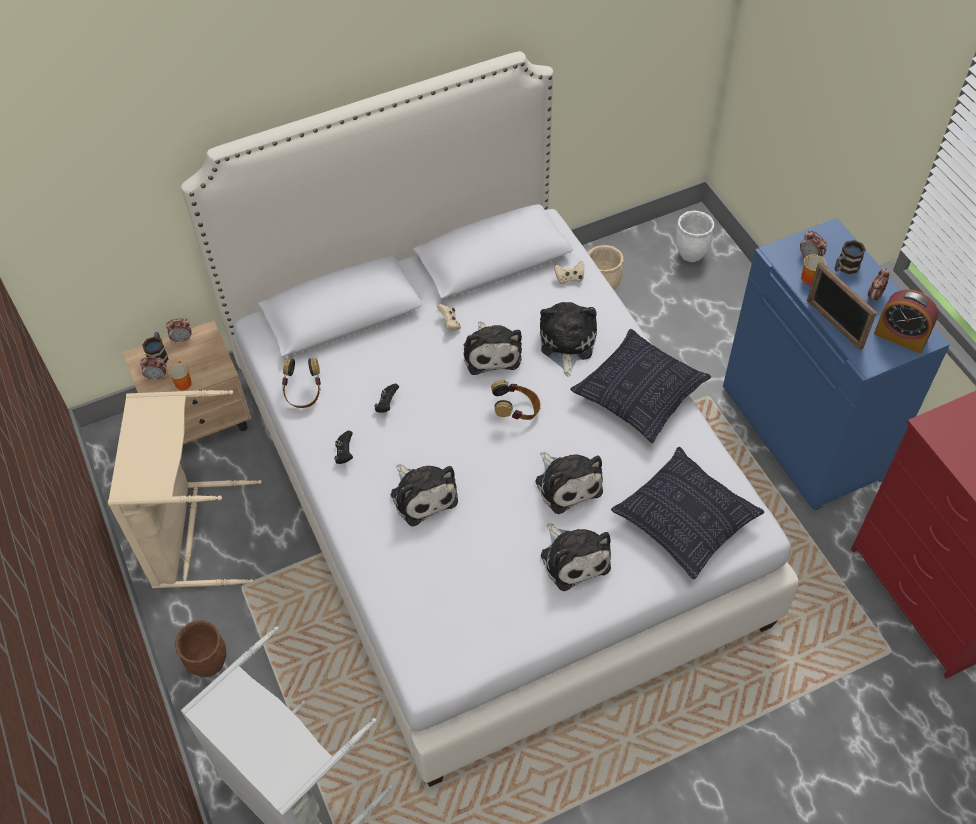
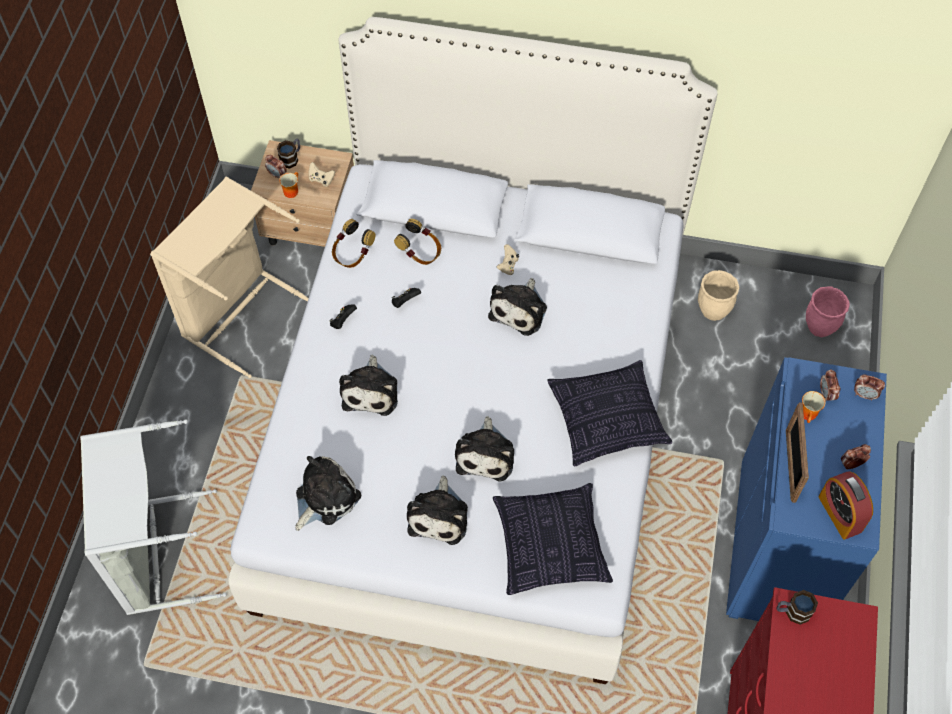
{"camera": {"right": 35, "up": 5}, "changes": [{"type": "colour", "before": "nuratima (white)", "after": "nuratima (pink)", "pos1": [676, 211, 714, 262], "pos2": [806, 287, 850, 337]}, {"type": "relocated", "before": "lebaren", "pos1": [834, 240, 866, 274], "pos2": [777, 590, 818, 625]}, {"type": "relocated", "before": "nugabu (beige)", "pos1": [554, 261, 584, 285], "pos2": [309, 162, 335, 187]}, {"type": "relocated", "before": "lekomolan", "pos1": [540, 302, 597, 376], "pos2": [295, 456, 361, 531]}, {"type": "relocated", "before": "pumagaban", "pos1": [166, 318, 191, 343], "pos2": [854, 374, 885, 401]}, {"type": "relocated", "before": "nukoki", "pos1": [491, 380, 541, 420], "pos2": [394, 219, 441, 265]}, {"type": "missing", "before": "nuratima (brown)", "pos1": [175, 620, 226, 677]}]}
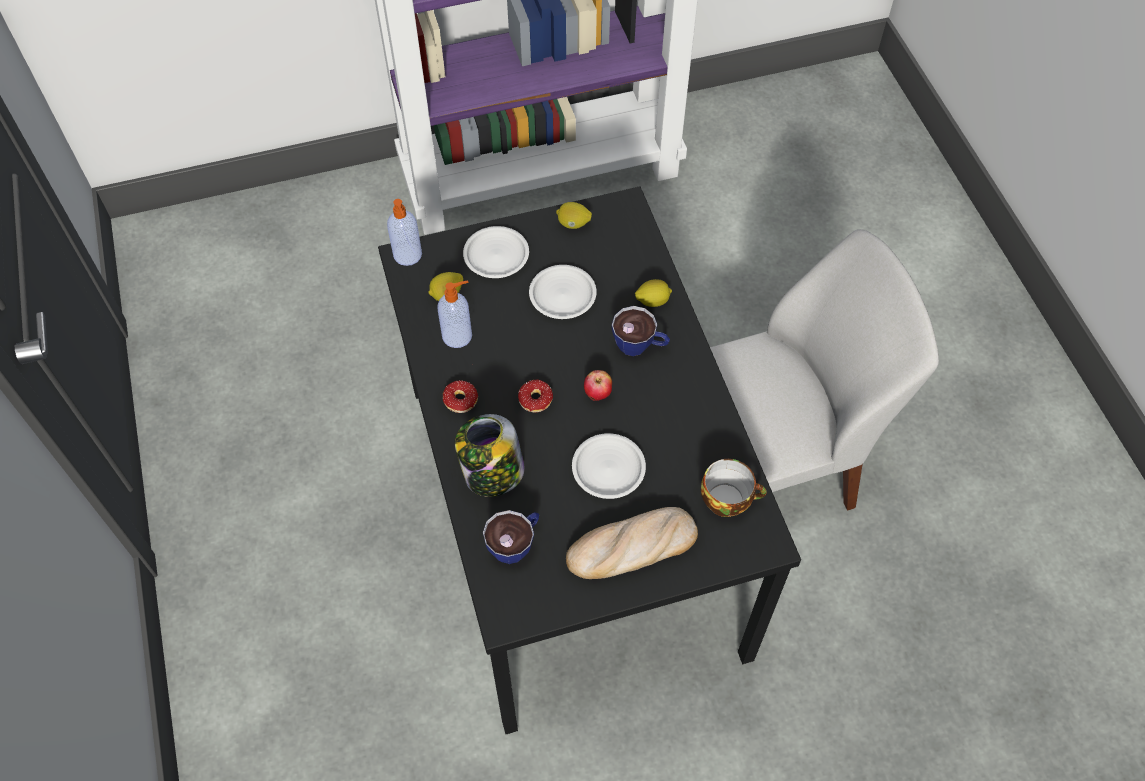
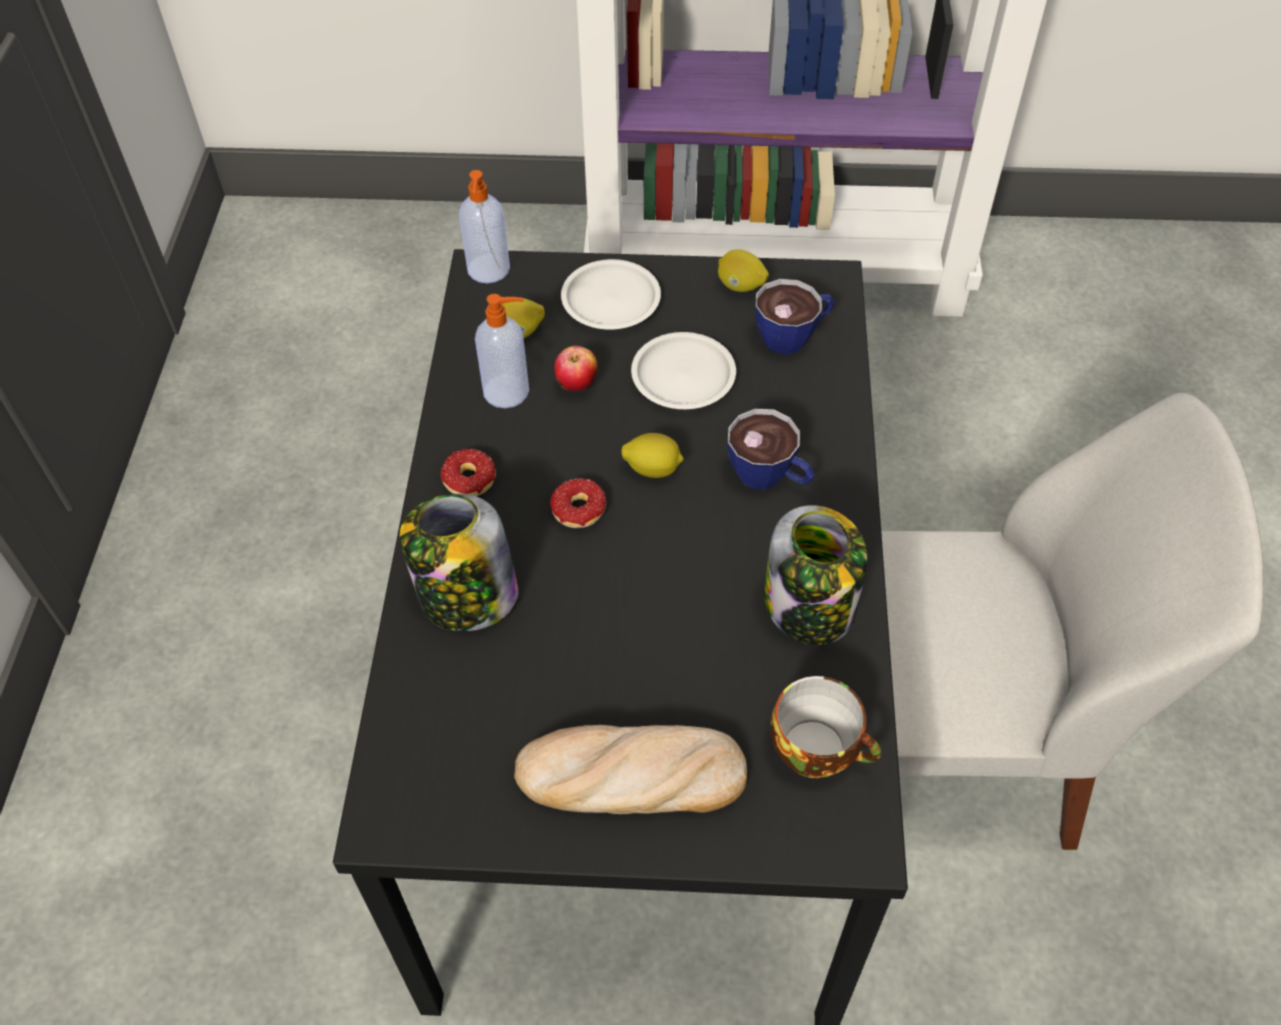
{"camera": {"right": 20, "up": -5}, "changes": [{"type": "relocated", "before": "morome", "pos1": [635, 279, 672, 307], "pos2": [622, 433, 684, 478]}, {"type": "relocated", "before": "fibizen", "pos1": [584, 370, 612, 401], "pos2": [554, 346, 598, 392]}, {"type": "missing", "before": "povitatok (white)", "pos1": [572, 433, 646, 499]}, {"type": "relocated", "before": "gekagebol", "pos1": [483, 510, 539, 564], "pos2": [755, 279, 835, 354]}, {"type": "appeared", "after": "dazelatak", "pos2": [764, 505, 868, 645]}]}
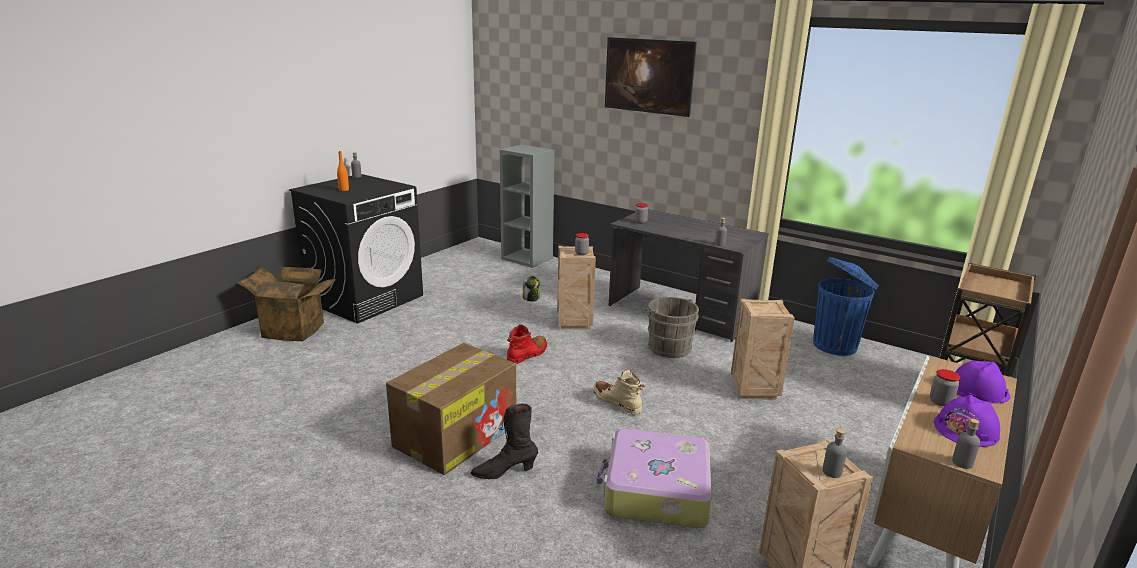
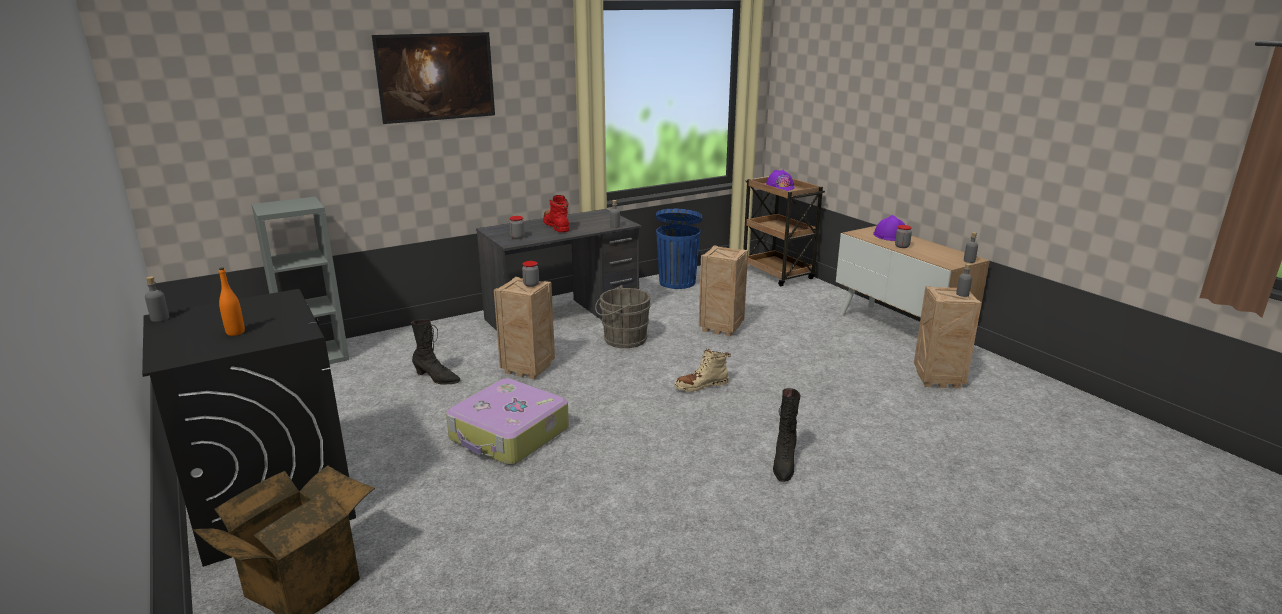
{"camera": {"right": -65, "up": 0}, "changes": [{"type": "exchanged", "before": "dazelatak", "after": "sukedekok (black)", "pos1": [523, 276, 540, 302], "pos2": [411, 319, 461, 385]}, {"type": "relocated", "before": "sukedekok (red)", "pos1": [507, 325, 547, 364], "pos2": [543, 195, 570, 232]}, {"type": "missing", "before": "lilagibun", "pos1": [386, 343, 516, 475]}, {"type": "relocated", "before": "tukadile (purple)", "pos1": [934, 394, 1000, 447], "pos2": [766, 170, 795, 191]}, {"type": "relocated", "before": "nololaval", "pos1": [596, 429, 711, 528], "pos2": [446, 378, 569, 465]}]}
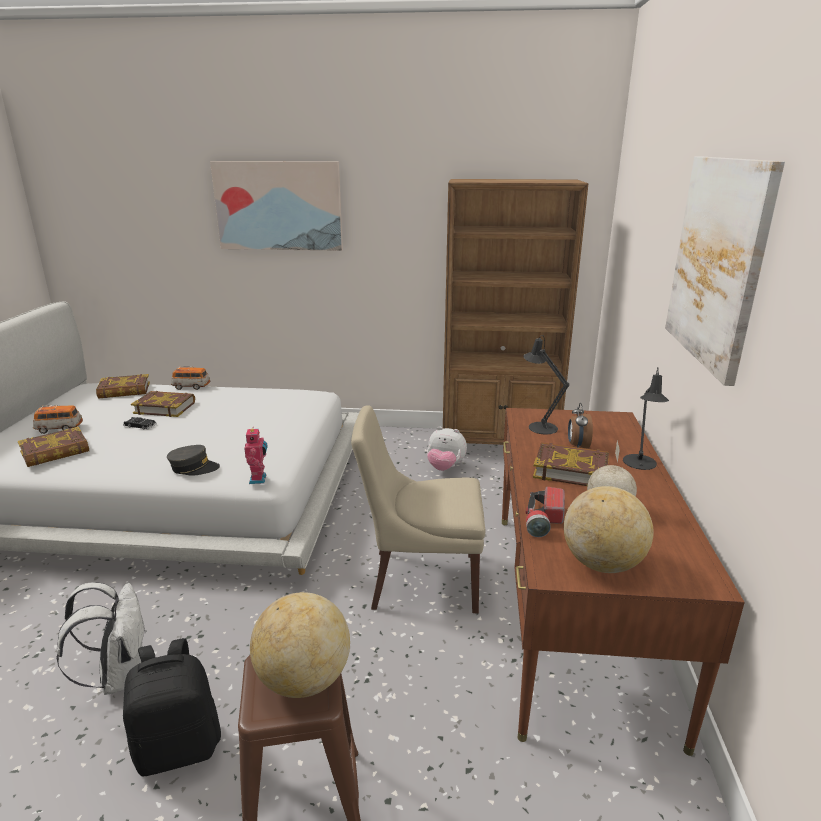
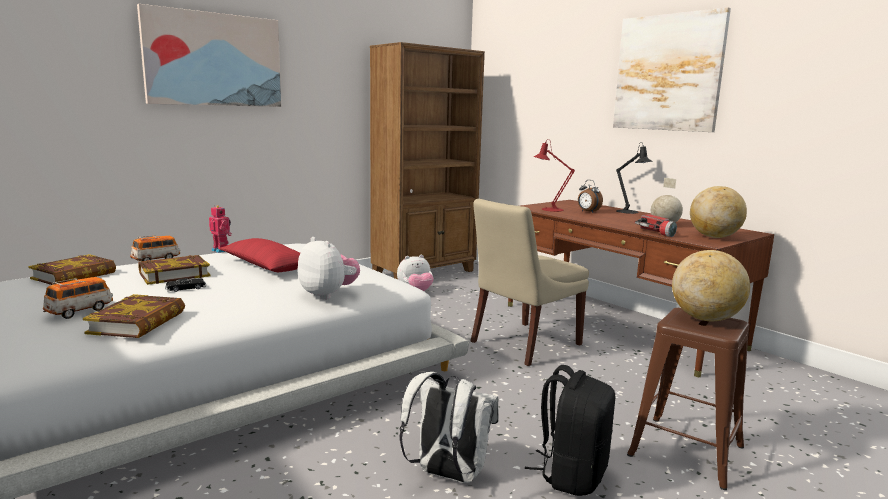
{"camera": {"right": -45, "up": -10}, "changes": [{"type": "colour", "before": "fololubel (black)", "after": "fololubel (red)", "pos1": [524, 335, 569, 434], "pos2": [534, 139, 575, 212]}, {"type": "relocated", "before": "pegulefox", "pos1": [244, 429, 268, 484], "pos2": [209, 205, 232, 253]}, {"type": "missing", "before": "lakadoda", "pos1": [533, 442, 609, 486]}, {"type": "exchanged", "before": "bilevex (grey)", "after": "lekomolan", "pos1": [167, 445, 220, 475], "pos2": [298, 237, 360, 300]}, {"type": "appeared", "after": "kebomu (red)", "pos2": [219, 238, 300, 272]}]}
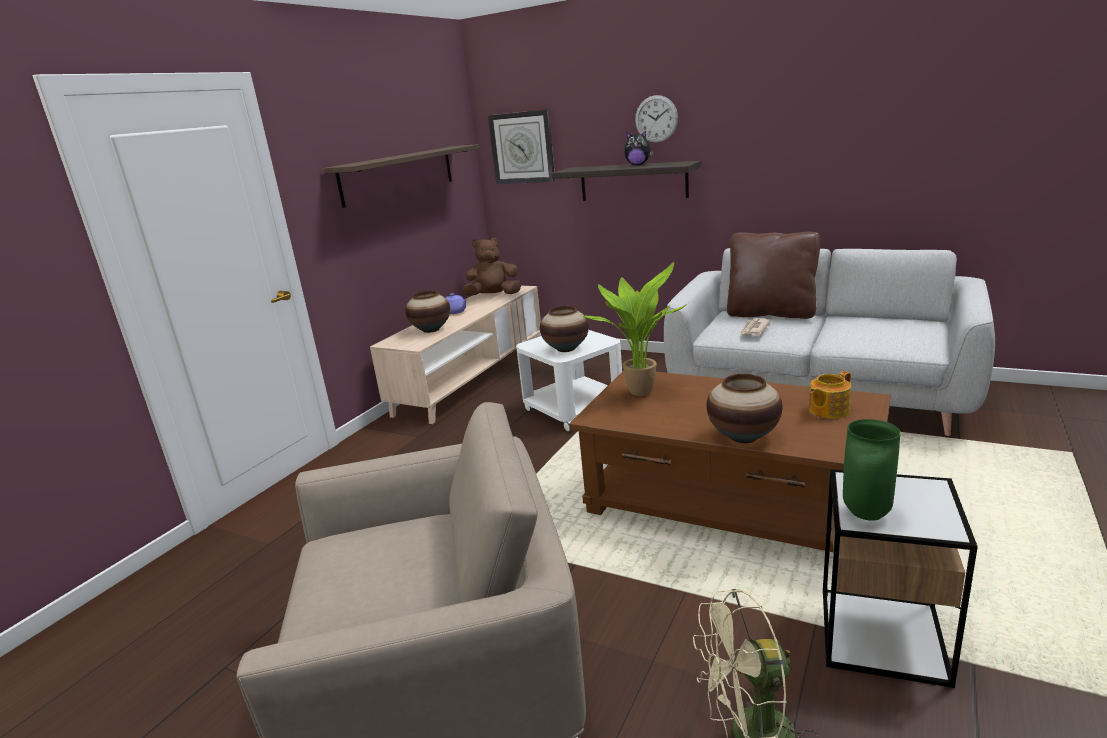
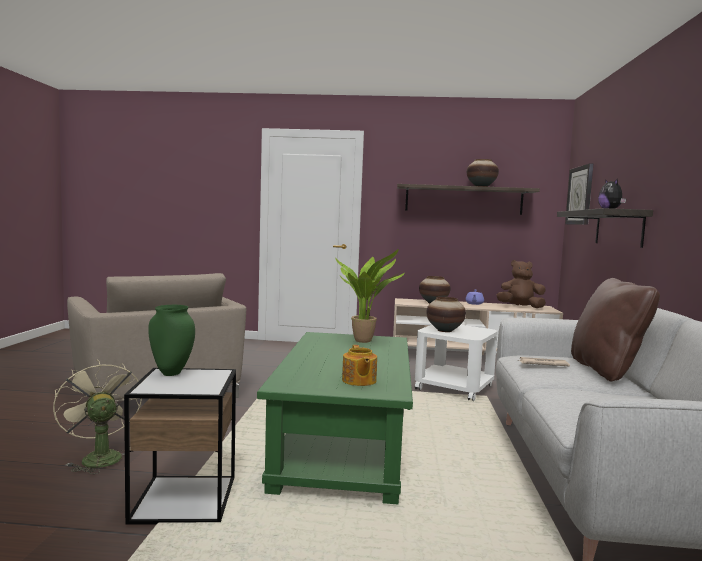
{"camera": {"right": 65, "up": -15}, "changes": [{"type": "missing", "before": "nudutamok", "pos1": [635, 95, 678, 143]}, {"type": "spun", "before": "lekomolan (brown)", "pos1": [462, 238, 521, 296], "pos2": [497, 260, 546, 308], "turn": -45}, {"type": "colour", "before": "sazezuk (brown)", "after": "sazezuk (green)", "pos1": [569, 370, 891, 552], "pos2": [257, 332, 413, 504]}, {"type": "spun", "before": "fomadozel", "pos1": [809, 371, 851, 419], "pos2": [342, 345, 377, 386], "turn": -135}, {"type": "relocated", "before": "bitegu", "pos1": [707, 374, 783, 443], "pos2": [467, 159, 499, 187]}]}
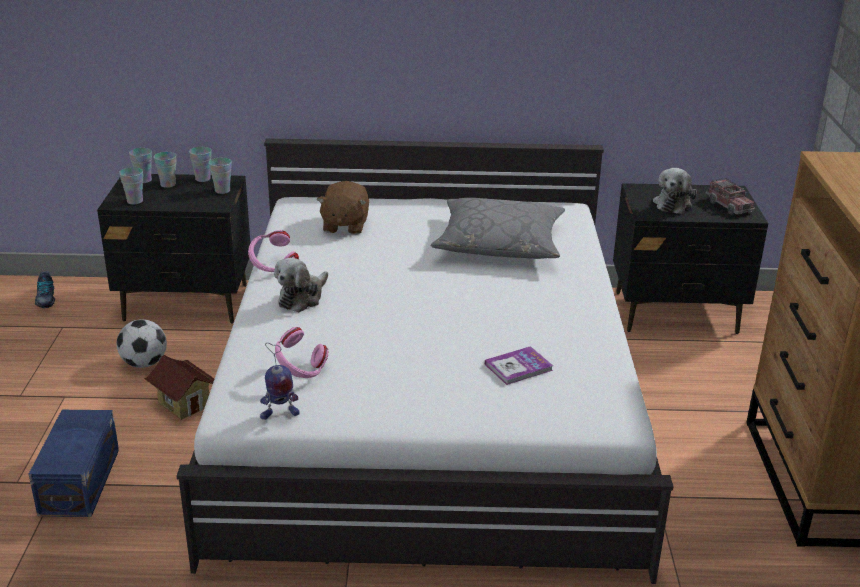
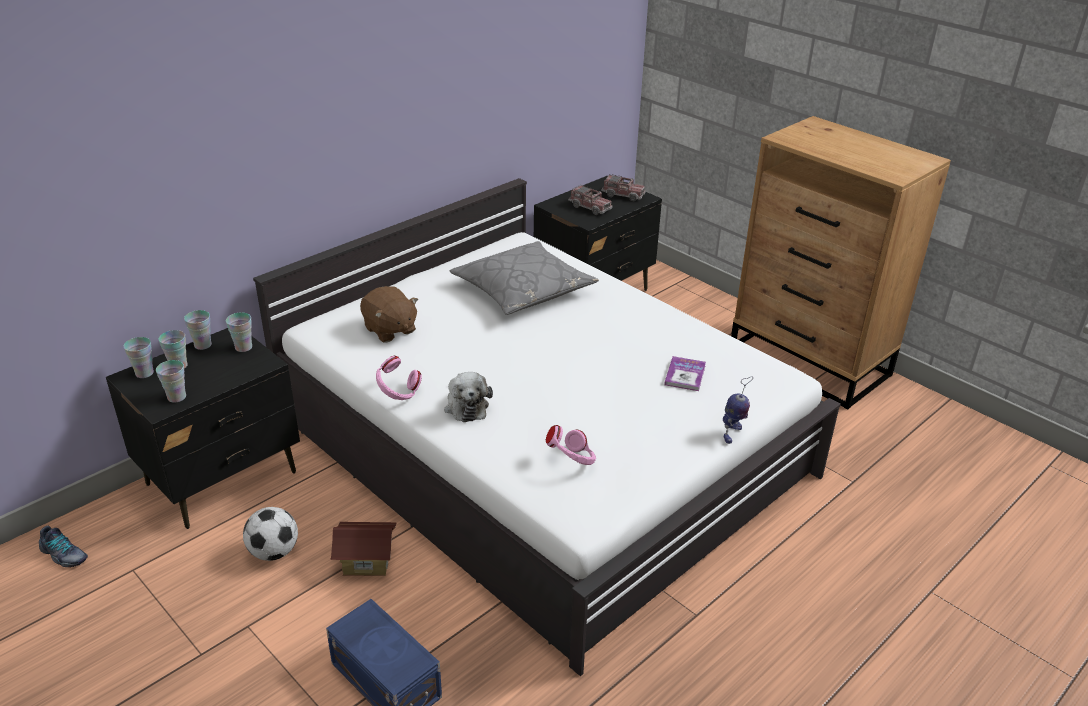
{"camera": {"right": -45, "up": 5}, "changes": [{"type": "exchanged", "before": "lekomolan", "after": "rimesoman", "pos1": [653, 168, 697, 214], "pos2": [568, 185, 612, 215]}, {"type": "relocated", "before": "pegulefox", "pos1": [260, 343, 300, 420], "pos2": [723, 376, 753, 444]}]}
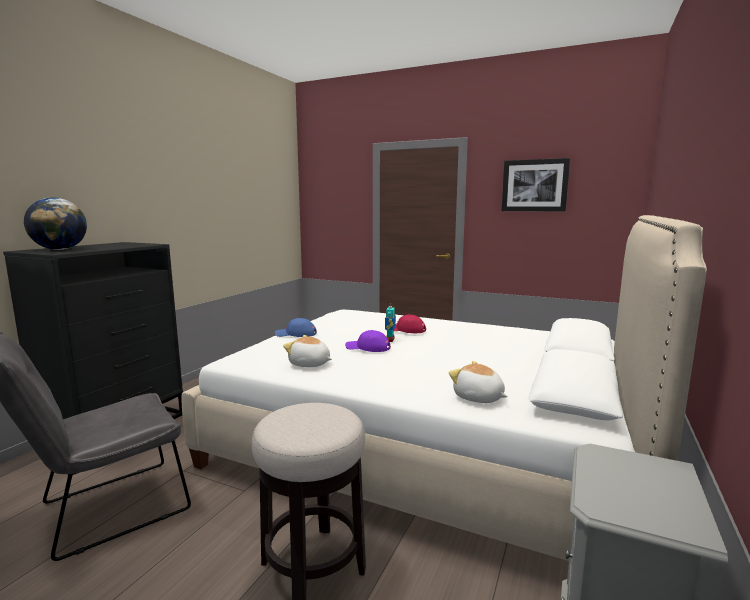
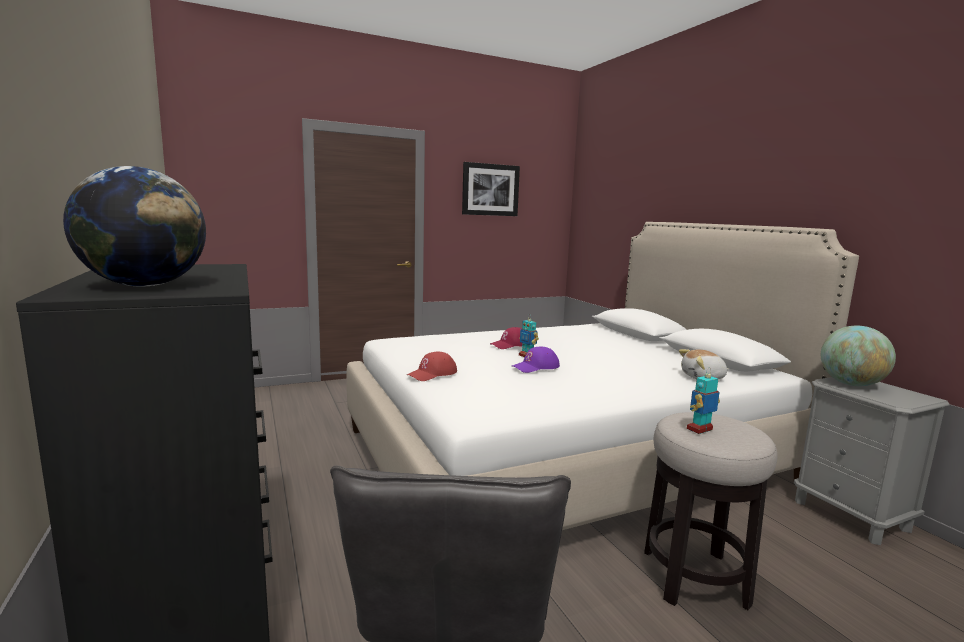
{"camera": {"right": -50, "up": 0}, "changes": [{"type": "colour", "before": "bilevex (blue)", "after": "bilevex (red)", "pos1": [275, 318, 317, 337], "pos2": [407, 352, 457, 381]}, {"type": "missing", "before": "lekomolan", "pos1": [283, 335, 332, 367]}, {"type": "appeared", "after": "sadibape", "pos2": [821, 326, 896, 386]}, {"type": "appeared", "after": "pegulefox", "pos2": [687, 368, 720, 434]}]}
